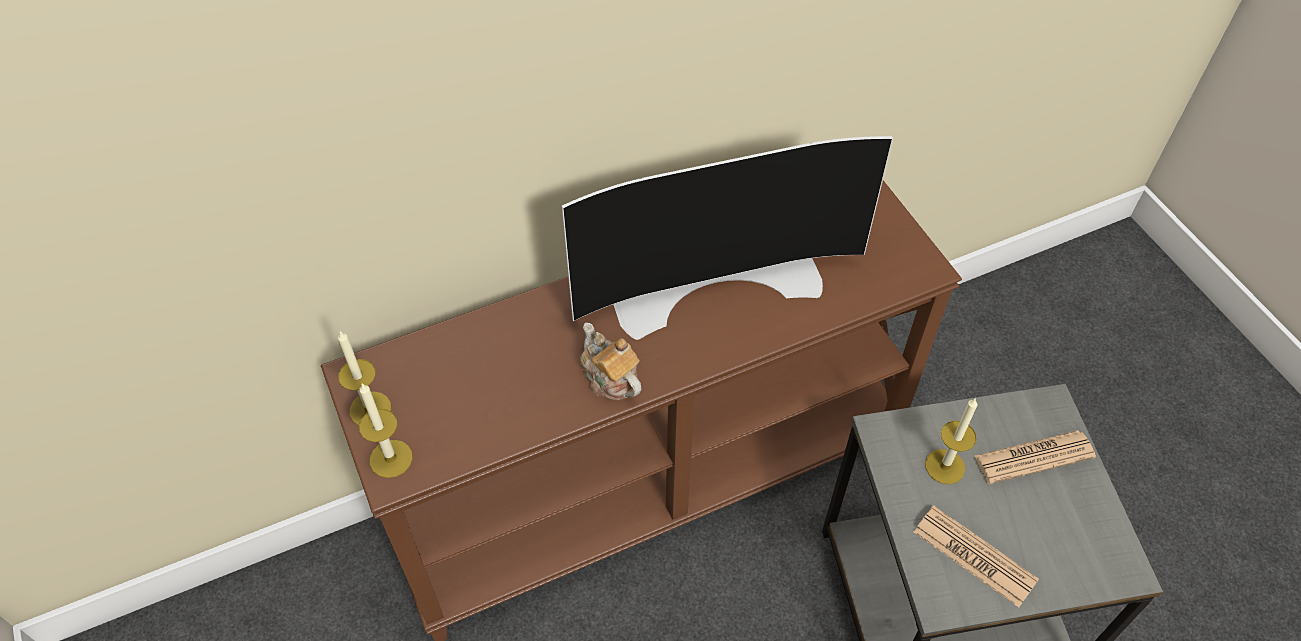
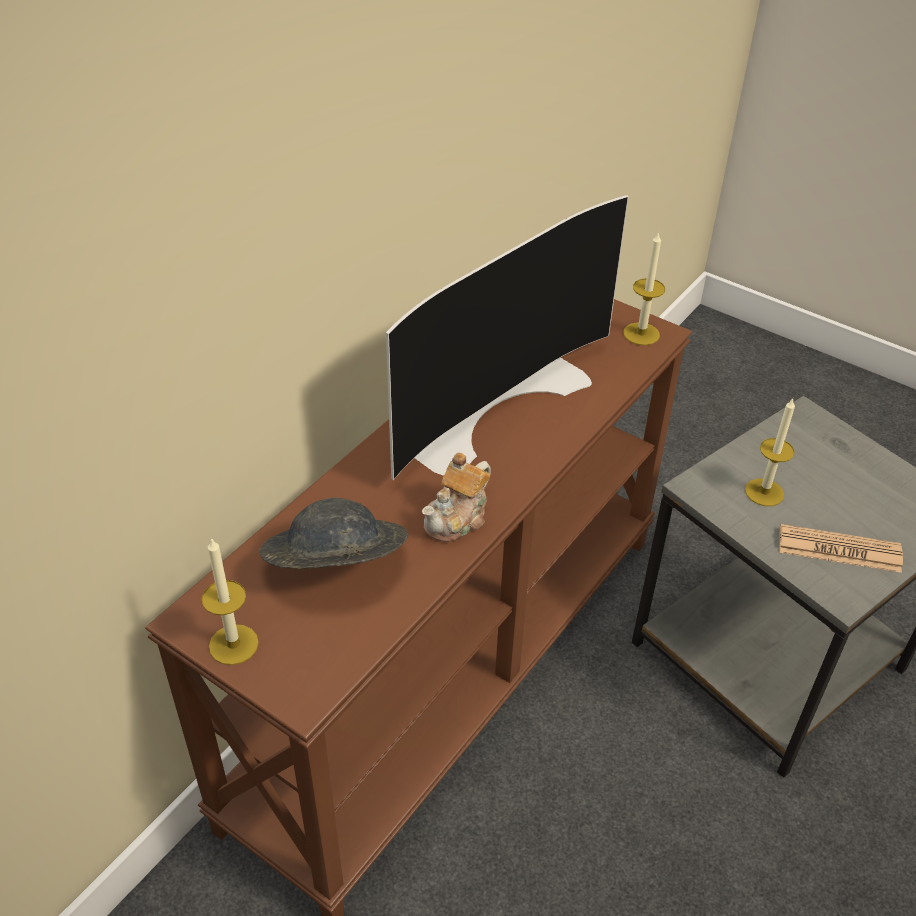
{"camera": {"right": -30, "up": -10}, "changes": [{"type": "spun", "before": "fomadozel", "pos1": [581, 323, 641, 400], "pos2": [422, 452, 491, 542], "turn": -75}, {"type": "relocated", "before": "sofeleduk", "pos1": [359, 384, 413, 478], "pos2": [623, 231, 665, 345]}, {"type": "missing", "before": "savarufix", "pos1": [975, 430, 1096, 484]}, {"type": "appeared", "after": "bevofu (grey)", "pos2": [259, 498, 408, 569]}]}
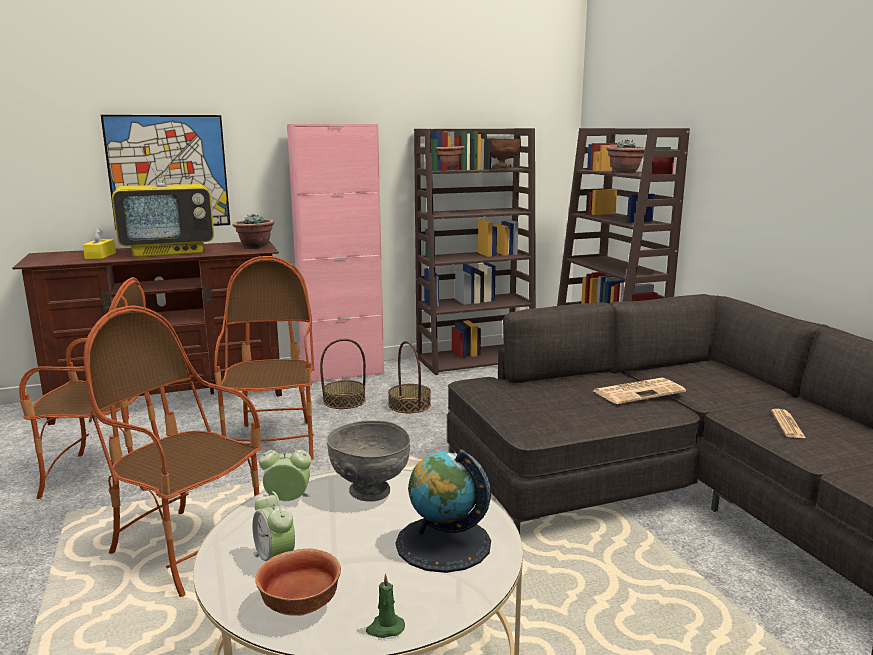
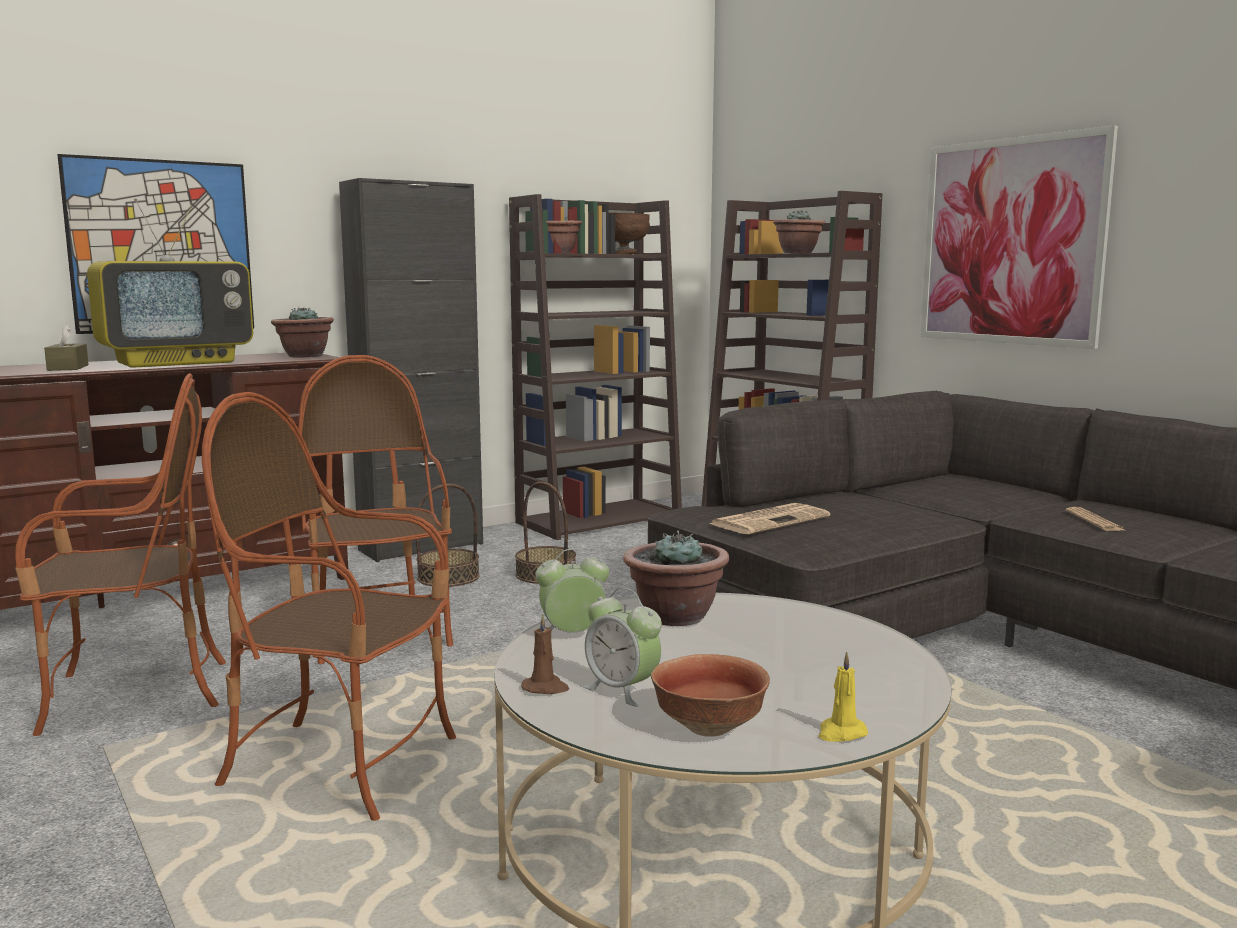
{"camera": {"right": -15, "up": -5}, "changes": [{"type": "colour", "before": "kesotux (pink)", "after": "kesotux (black)", "pos1": [287, 124, 384, 382], "pos2": [339, 178, 483, 562]}, {"type": "colour", "before": "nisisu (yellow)", "after": "nisisu (brown)", "pos1": [83, 228, 116, 259], "pos2": [44, 324, 89, 371]}, {"type": "relocated", "before": "savarufix", "pos1": [594, 377, 686, 404], "pos2": [709, 503, 830, 534]}, {"type": "exchanged", "before": "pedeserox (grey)", "after": "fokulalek", "pos1": [326, 421, 410, 502], "pos2": [623, 531, 729, 626]}, {"type": "missing", "before": "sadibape", "pos1": [396, 449, 491, 573]}, {"type": "colour", "before": "sofeleduk (green)", "after": "sofeleduk (yellow)", "pos1": [366, 574, 405, 638], "pos2": [819, 652, 868, 742]}, {"type": "appeared", "after": "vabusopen", "pos2": [920, 125, 1118, 349]}, {"type": "appeared", "after": "sofeleduk (brown)", "pos2": [521, 615, 569, 694]}]}
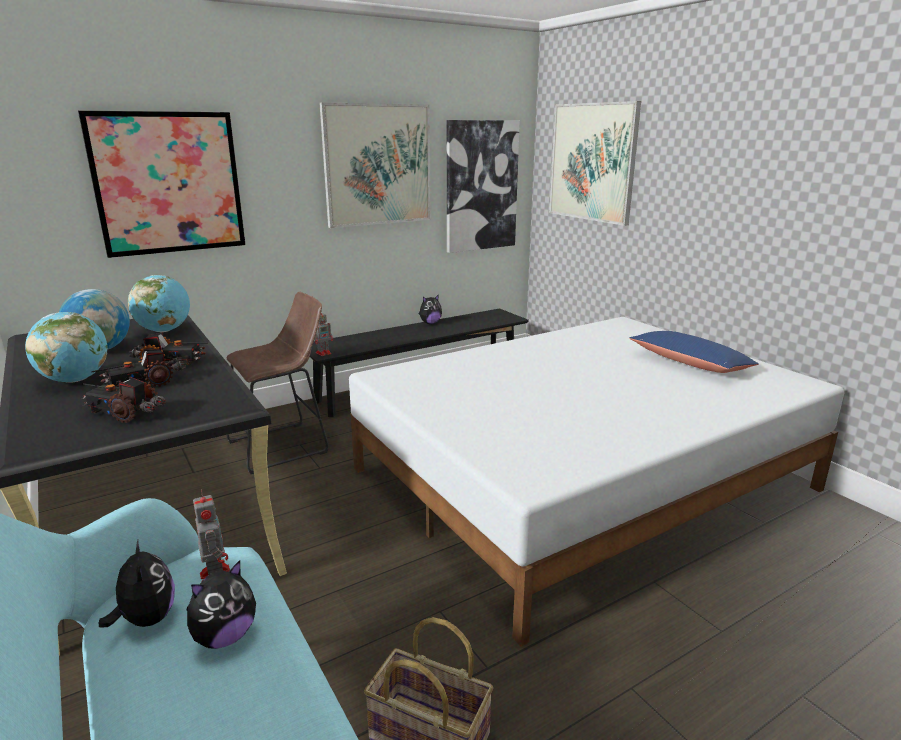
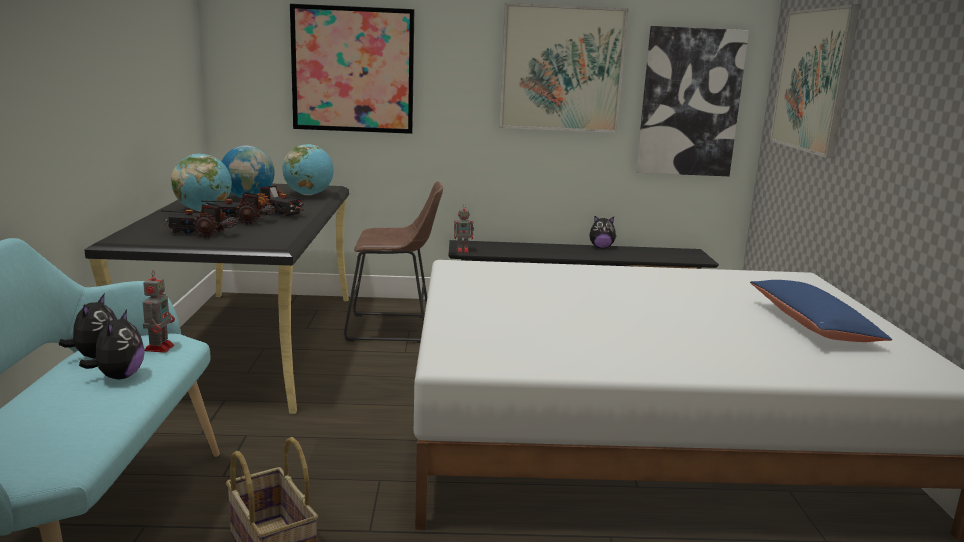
{"camera": {"right": 30, "up": -5}, "changes": [{"type": "spun", "before": "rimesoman", "pos1": [82, 377, 166, 423], "pos2": [161, 202, 238, 238], "turn": -45}, {"type": "spun", "before": "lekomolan", "pos1": [186, 560, 256, 649], "pos2": [79, 309, 145, 379], "turn": -75}]}
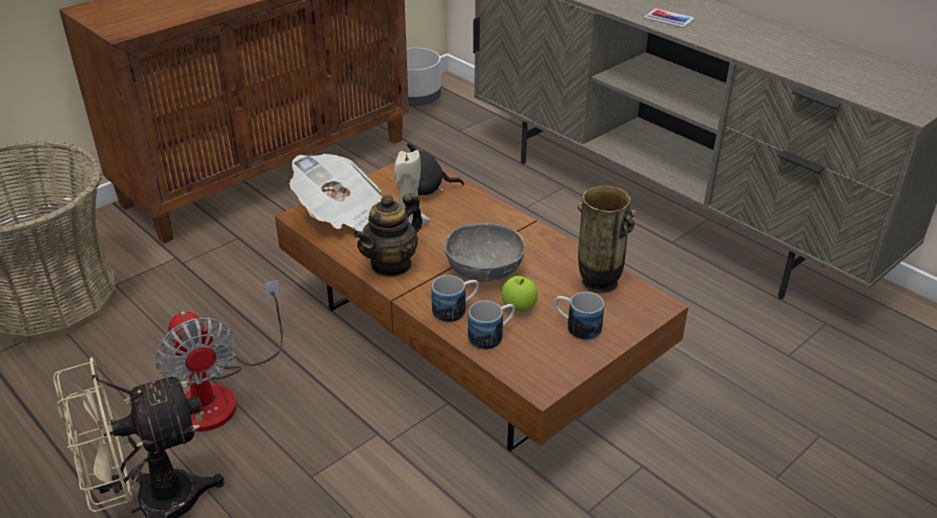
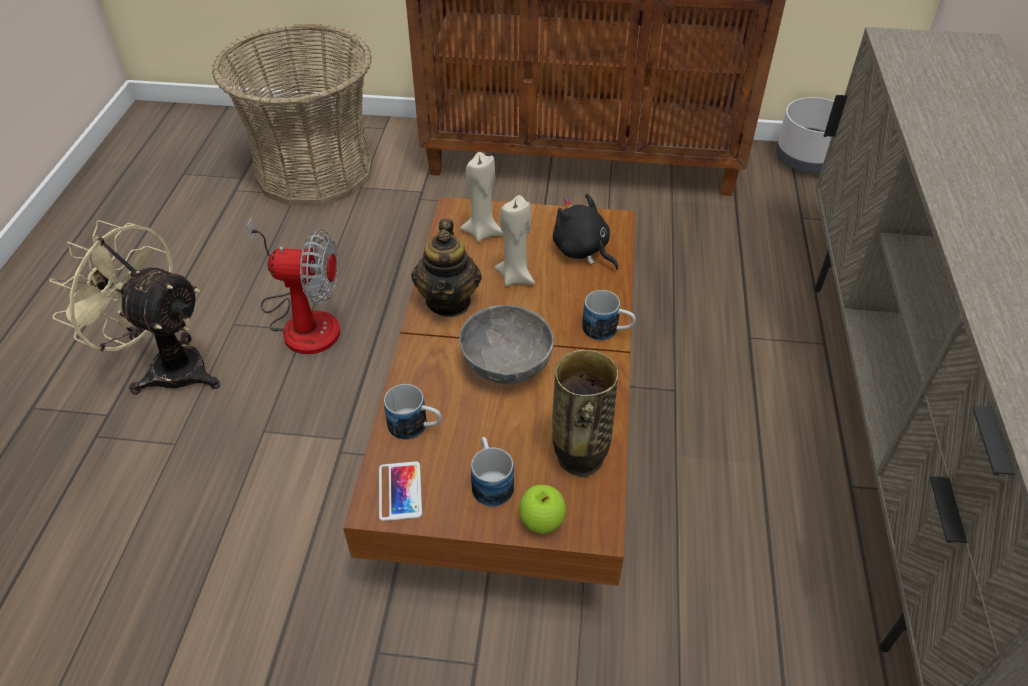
{"camera": {"right": 50, "up": 10}, "changes": [{"type": "relocated", "before": "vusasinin", "pos1": [644, 9, 694, 28], "pos2": [379, 461, 422, 521]}, {"type": "exchanged", "before": "savarufix", "after": "sofeleduk (beige)", "pos1": [289, 154, 382, 232], "pos2": [460, 152, 504, 242]}, {"type": "spun", "before": "fomadozel", "pos1": [353, 193, 423, 278], "pos2": [411, 219, 482, 317], "turn": -90}, {"type": "relocated", "before": "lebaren", "pos1": [432, 275, 479, 323], "pos2": [582, 290, 636, 341]}, {"type": "relocated", "before": "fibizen", "pos1": [501, 276, 538, 312], "pos2": [519, 485, 566, 534]}, {"type": "spun", "before": "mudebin", "pos1": [155, 280, 283, 431], "pos2": [247, 217, 340, 354], "turn": -105}]}
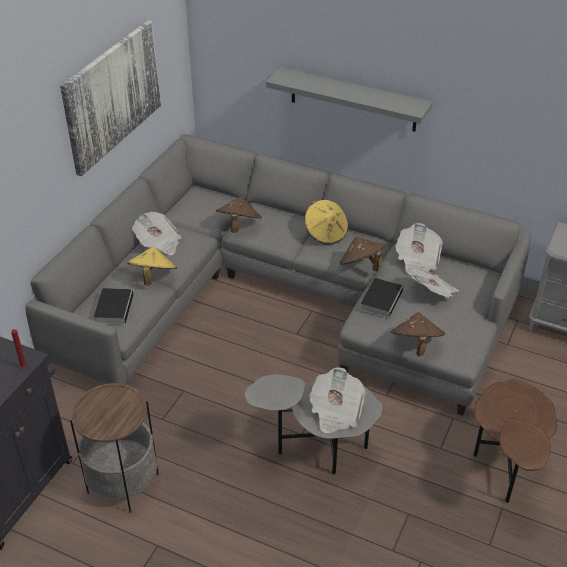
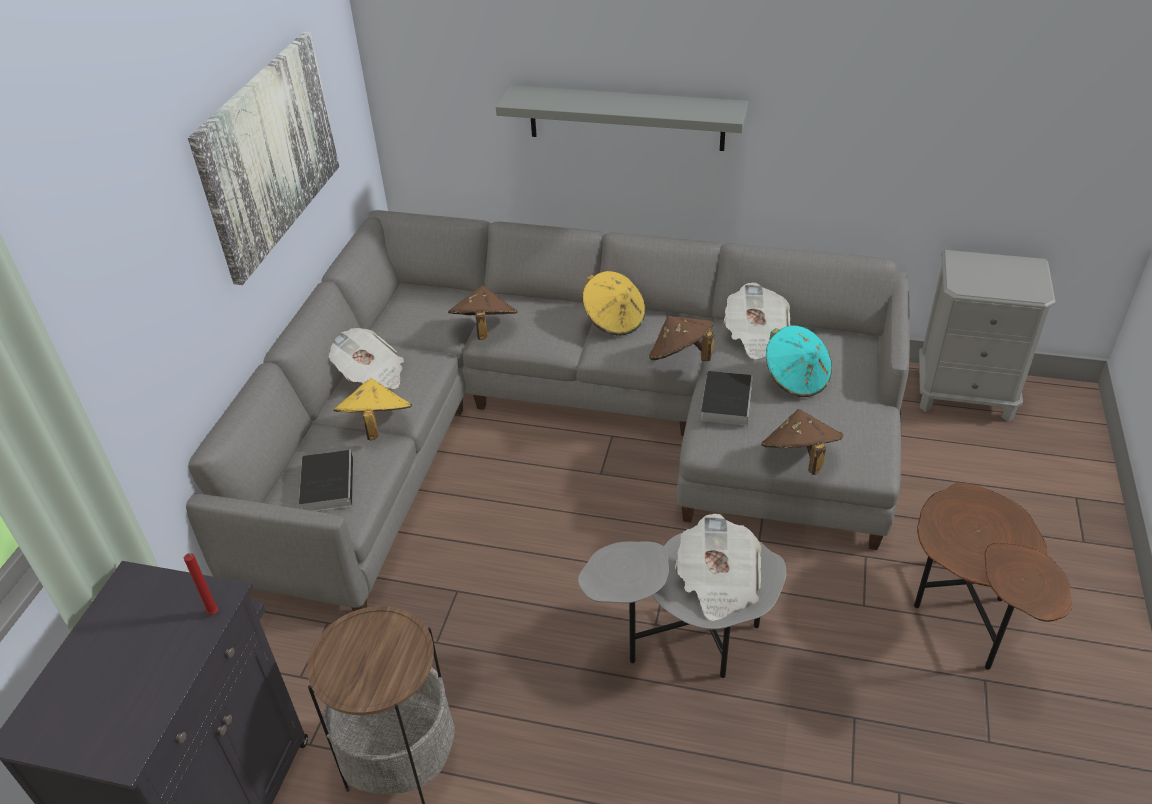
{"camera": {"right": -10, "up": 0}, "changes": [{"type": "exchanged", "before": "savarufix", "after": "bevofu (turquoise)", "pos1": [409, 267, 459, 298], "pos2": [766, 325, 832, 397]}]}
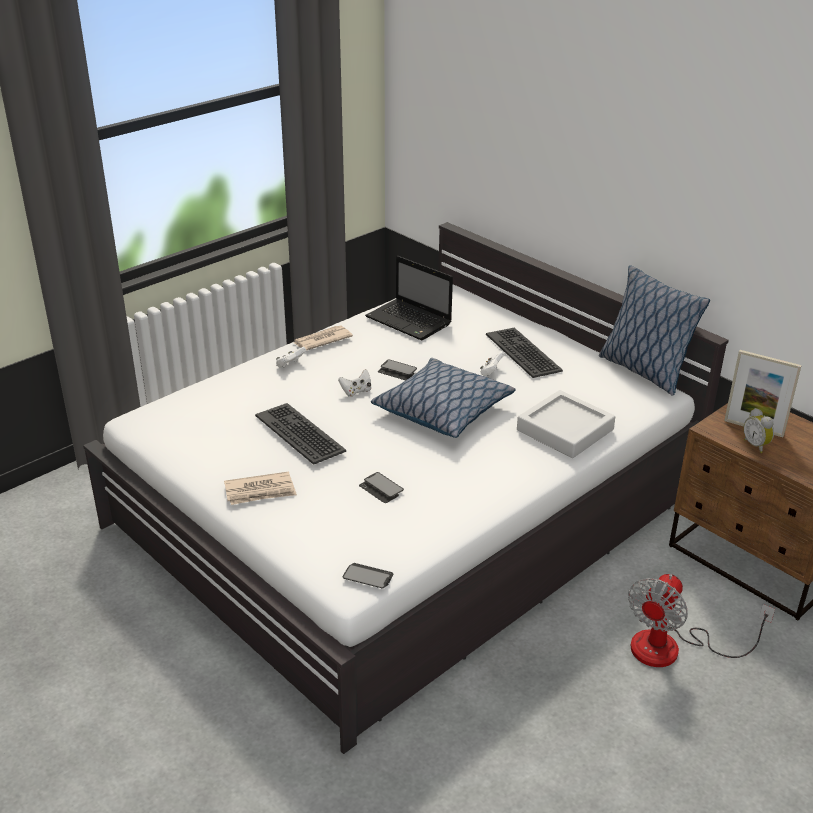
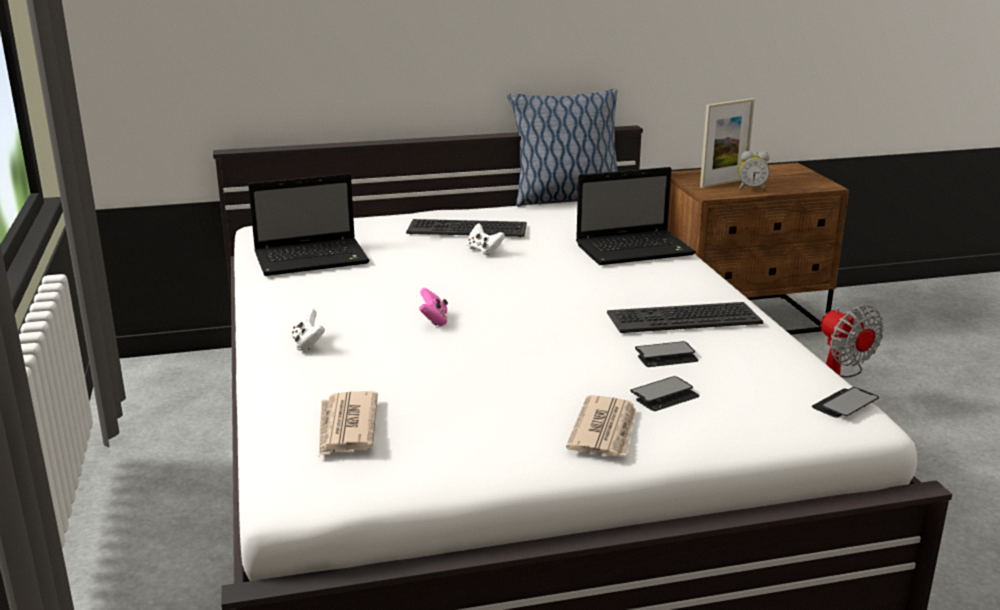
{"camera": {"right": -60, "up": -10}, "changes": [{"type": "relocated", "before": "savarufix", "pos1": [294, 325, 353, 350], "pos2": [319, 391, 378, 456]}, {"type": "missing", "before": "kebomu", "pos1": [371, 358, 516, 438]}, {"type": "relocated", "before": "vusasinin", "pos1": [378, 359, 417, 380], "pos2": [630, 376, 699, 411]}, {"type": "colour", "before": "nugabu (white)", "after": "nugabu (pink)", "pos1": [338, 369, 371, 397], "pos2": [419, 288, 448, 326]}, {"type": "exchanged", "before": "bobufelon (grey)", "after": "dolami", "pos1": [517, 390, 615, 458], "pos2": [576, 167, 696, 265]}, {"type": "relocated", "before": "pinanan", "pos1": [255, 403, 346, 465], "pos2": [607, 302, 763, 333]}]}
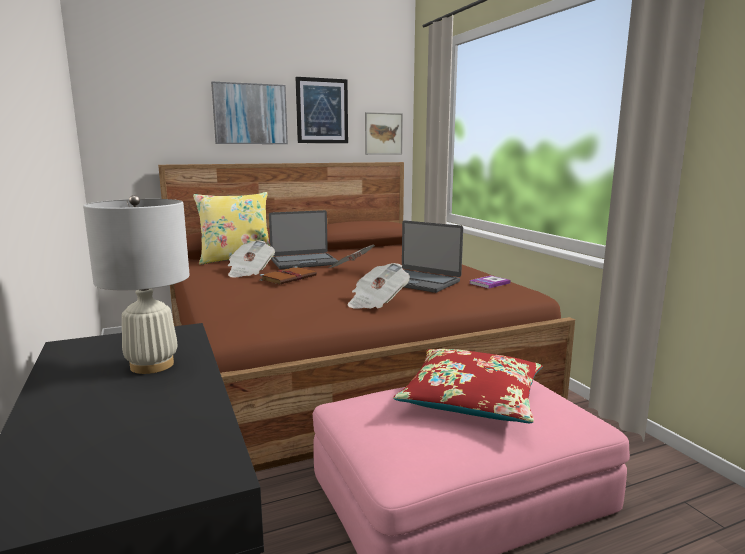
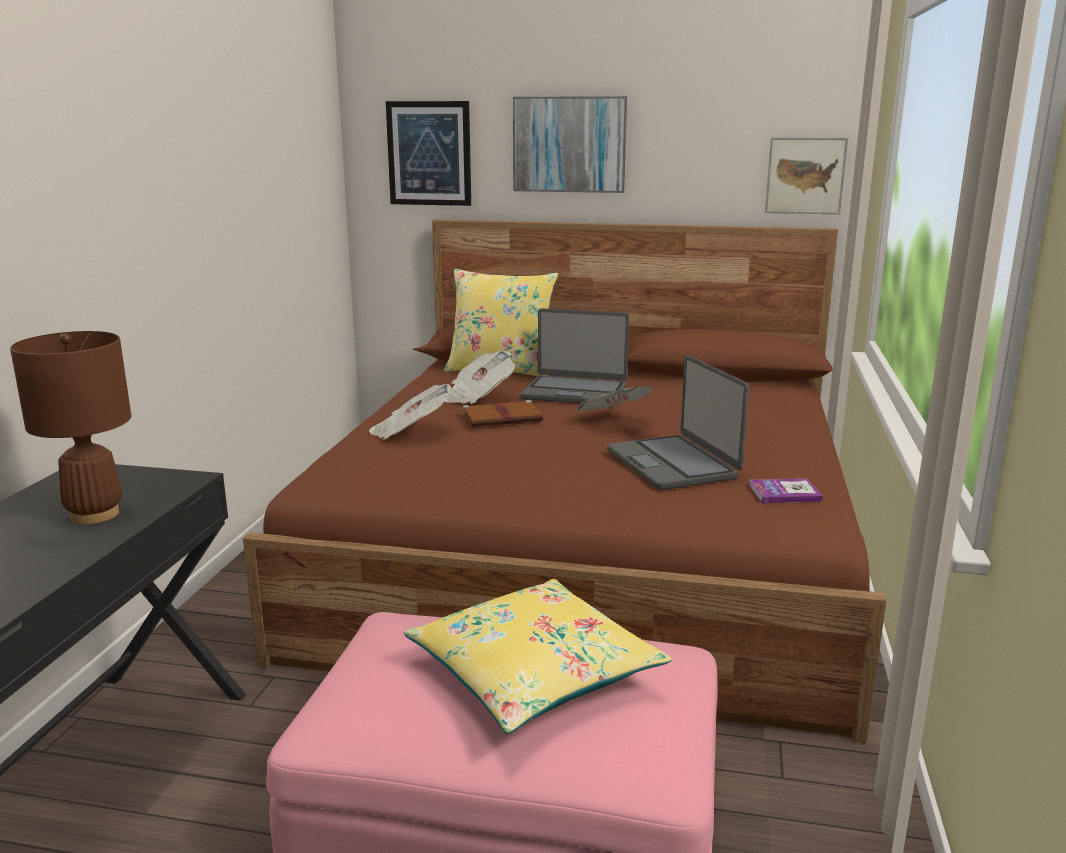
{"camera": {"right": 35, "up": 5}, "changes": [{"type": "relocated", "before": "vabusopen", "pos1": [296, 77, 348, 143], "pos2": [386, 101, 471, 206]}, {"type": "colour", "before": "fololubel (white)", "after": "fololubel (brown)", "pos1": [83, 195, 190, 374], "pos2": [10, 331, 131, 524]}, {"type": "relocated", "before": "savarufix", "pos1": [348, 263, 410, 309], "pos2": [369, 384, 452, 440]}, {"type": "colour", "before": "kebomu (red)", "after": "kebomu (yellow)", "pos1": [393, 349, 543, 423], "pos2": [404, 579, 671, 734]}]}
